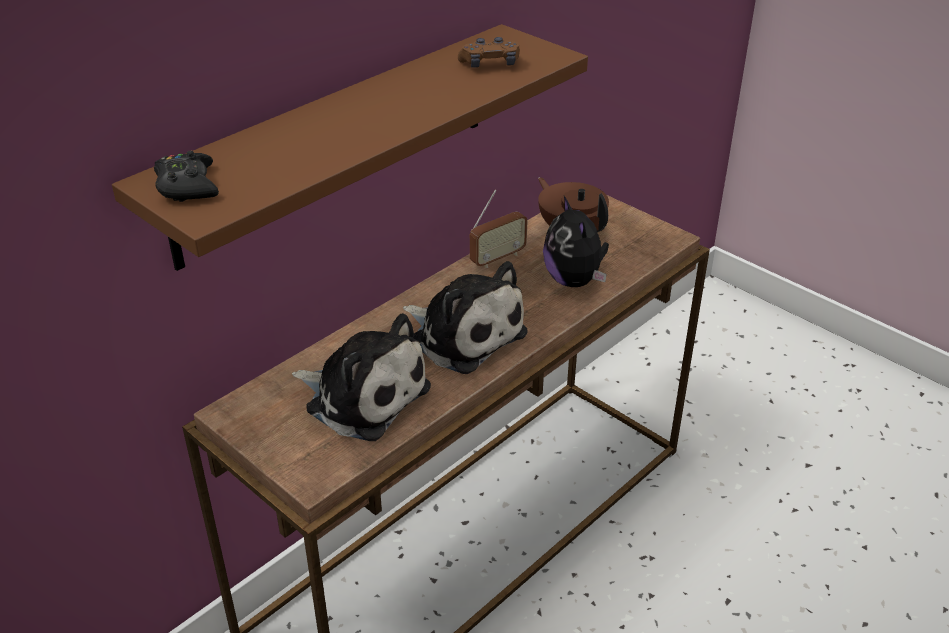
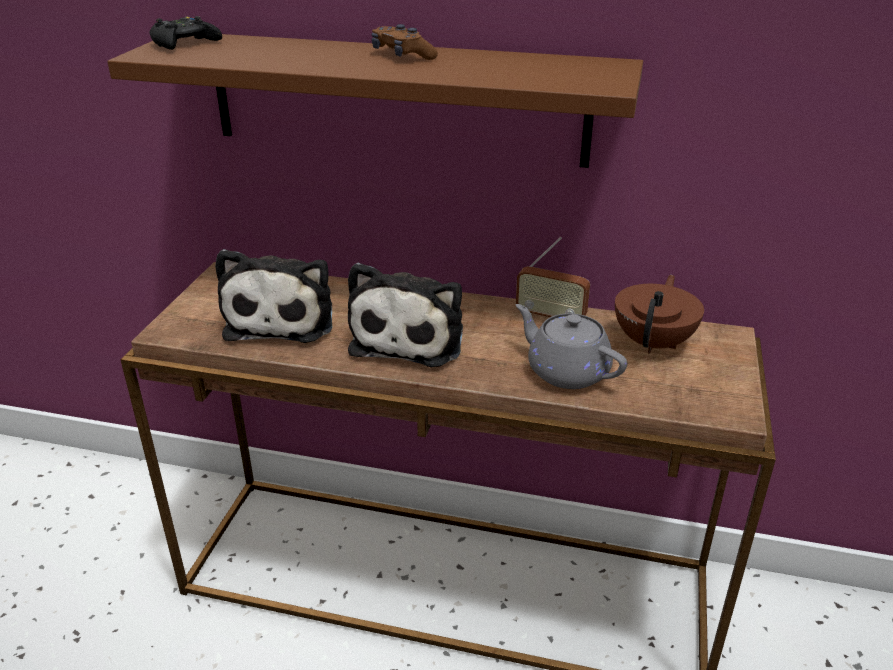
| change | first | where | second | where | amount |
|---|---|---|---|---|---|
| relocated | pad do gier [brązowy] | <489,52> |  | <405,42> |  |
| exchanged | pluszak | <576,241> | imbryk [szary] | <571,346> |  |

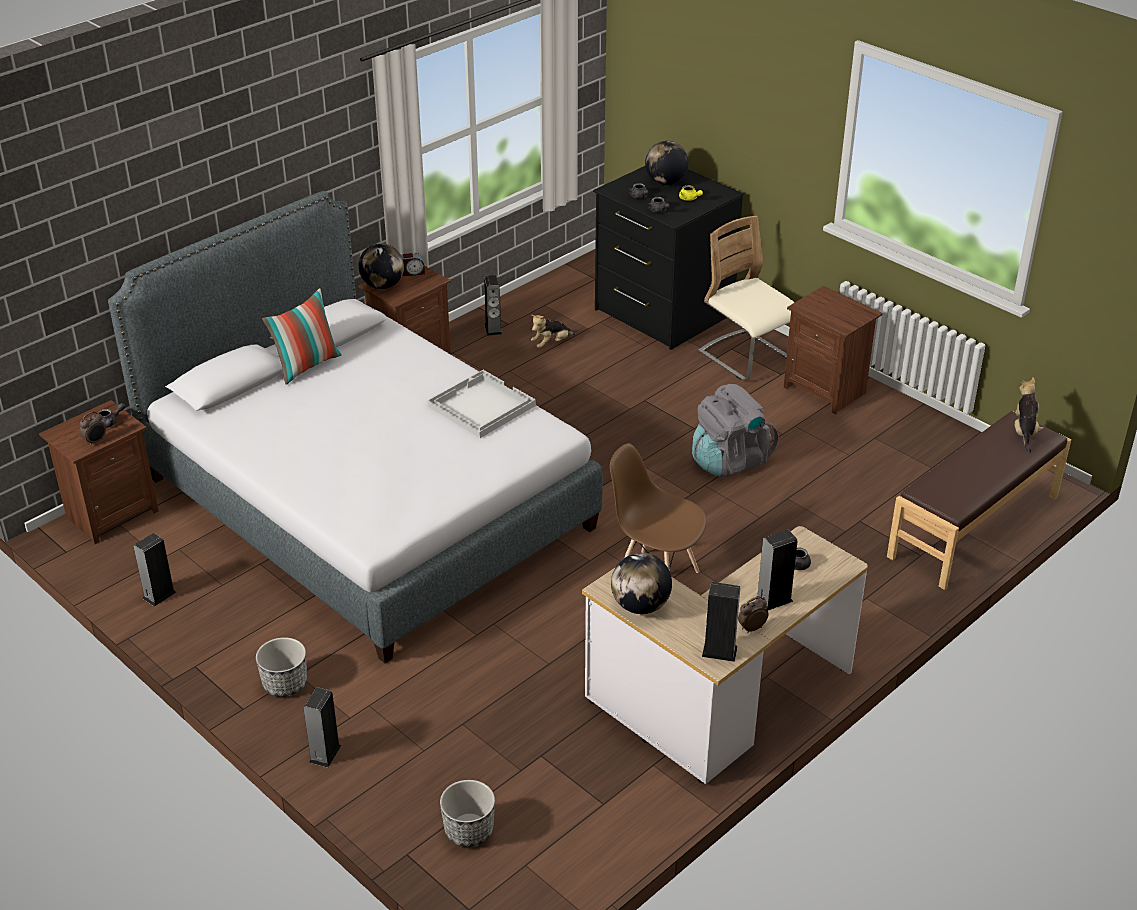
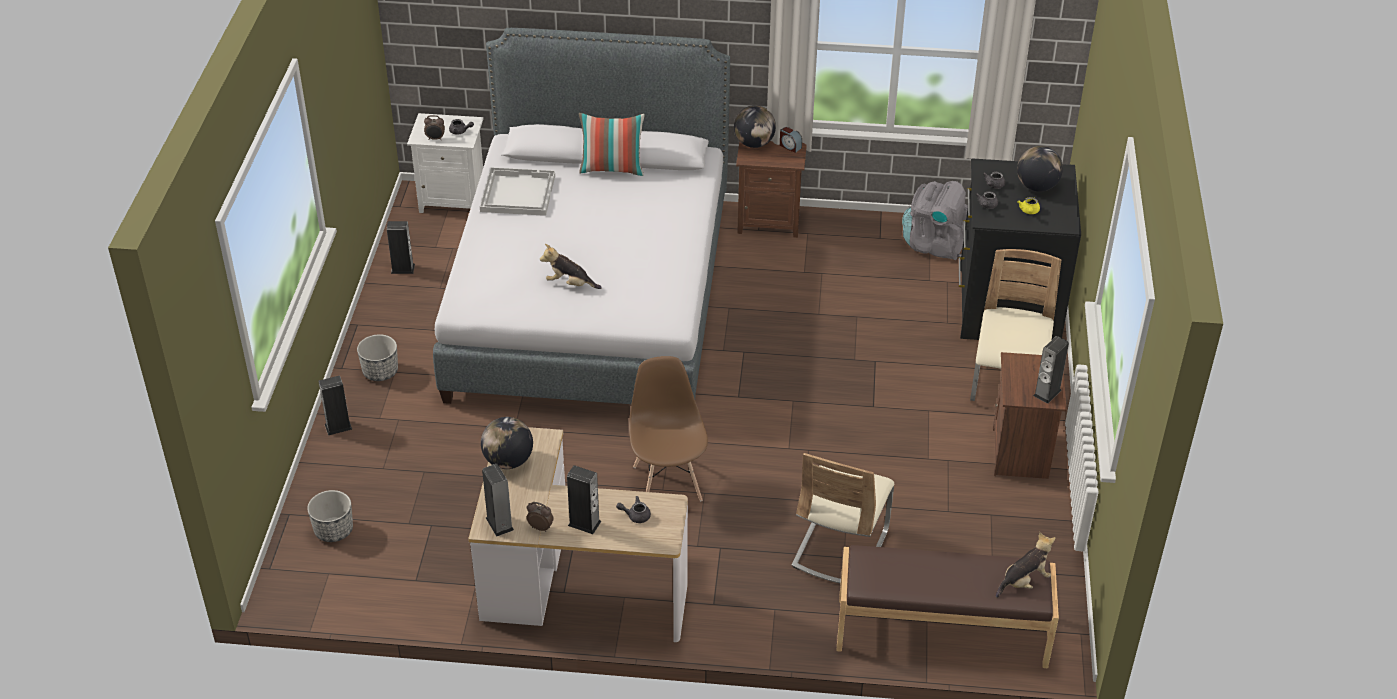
| change | first | where | second | where | amount |
|---|---|---|---|---|---|
| colour | szafka nocna [brązowy] | <99,472> | szafka nocna [biały] | <445,163> |  |
| relocated | taca [biały] | <481,404> |  | <517,191> |  |
| relocated | pluszak | <553,331> |  | <571,266> |  |
| appeared |  |  | krzesło [beżowy] | <842,518> |  |
| relocated | plecak [szary] | <735,430> |  | <935,220> |  |
| relocated | głośnik | <493,305> |  | <1051,370> |  |

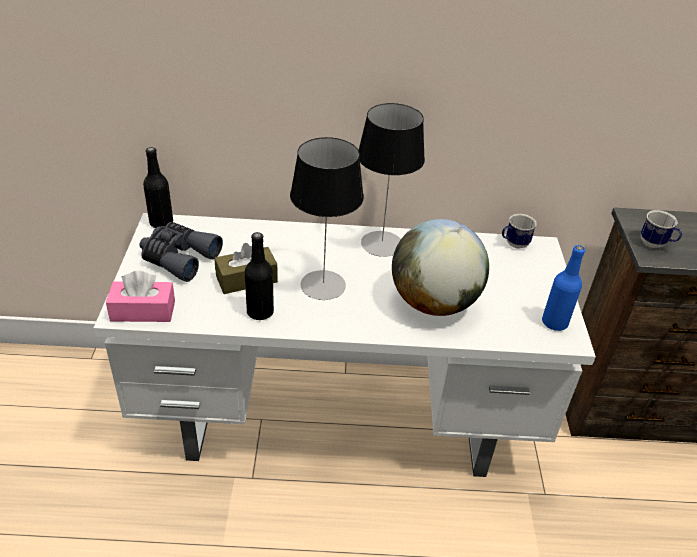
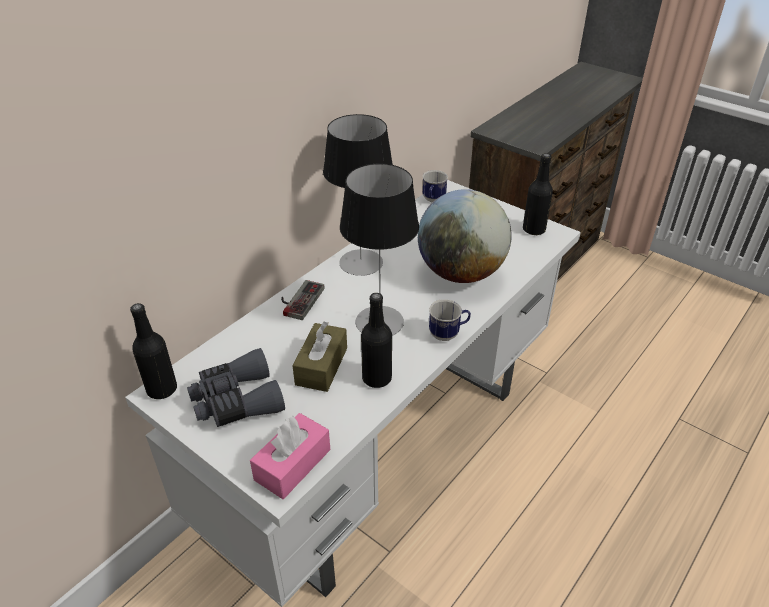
| change | first | where | second | where | amount |
|---|---|---|---|---|---|
| appeared |  |  | pad do gier | <303,300> |  |
| relocated | kubek | <661,229> |  | <450,320> |  |
| colour | butelka [niebieski] | <563,288> | butelka [czarny] | <538,194> |  |

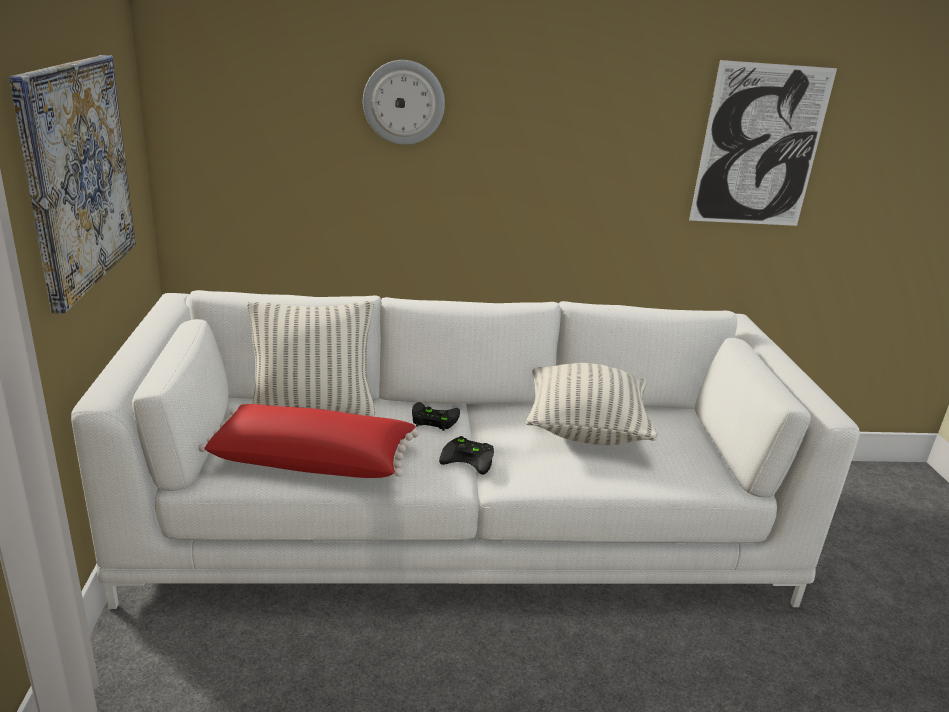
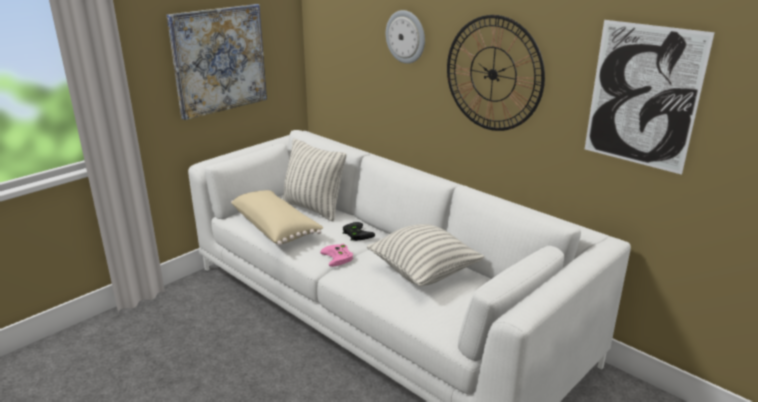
| change | first | where | second | where | amount |
|---|---|---|---|---|---|
| colour | poduszka [czerwony] | <309,441> | poduszka [beżowy] | <277,218> |  |
| colour | pad do gier [czarny] | <466,455> | pad do gier [różowy] | <336,255> |  |
| appeared |  |  | zegar ścienny | <496,73> |  |

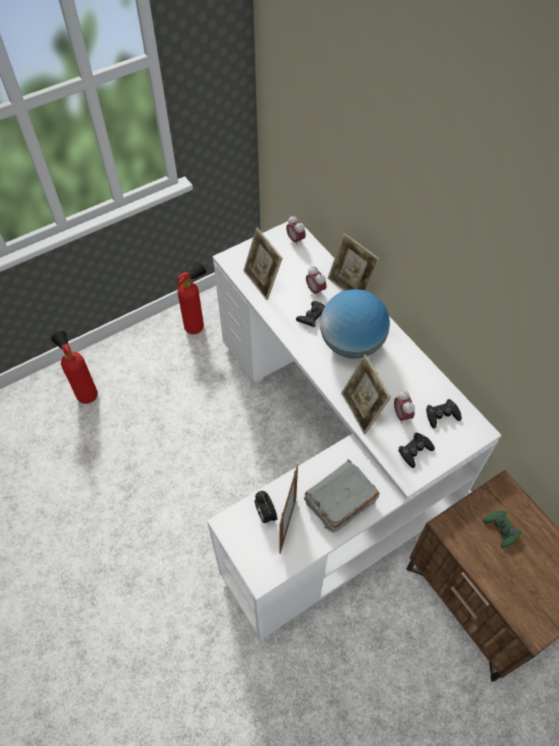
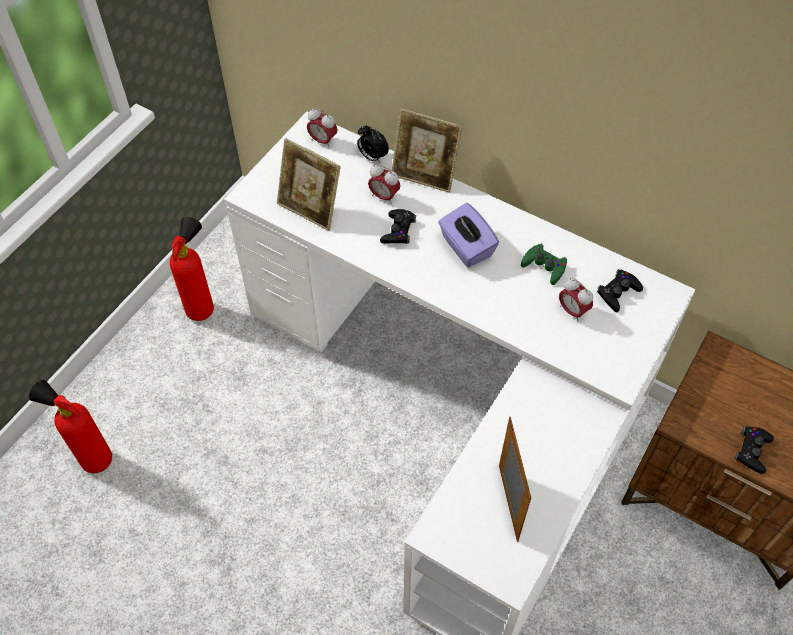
| change | first | where | second | where | amount |
|---|---|---|---|---|---|
| relocated | budzik | <265,507> |  | <373,144> |  |
| exchanged | globus | <355,324> | pudełko chusteczek [fioletowy] | <468,235> |  |
| relocated | pad do gier [zielony] | <502,529> |  | <544,264> |  |
| relocated | pad do gier [czarny] | <416,450> |  | <754,450> |  |
| missing | książka [szary] | <341,495> |  |  |  |
| missing | ramka na zdjęcie | <366,395> |  |  |  |

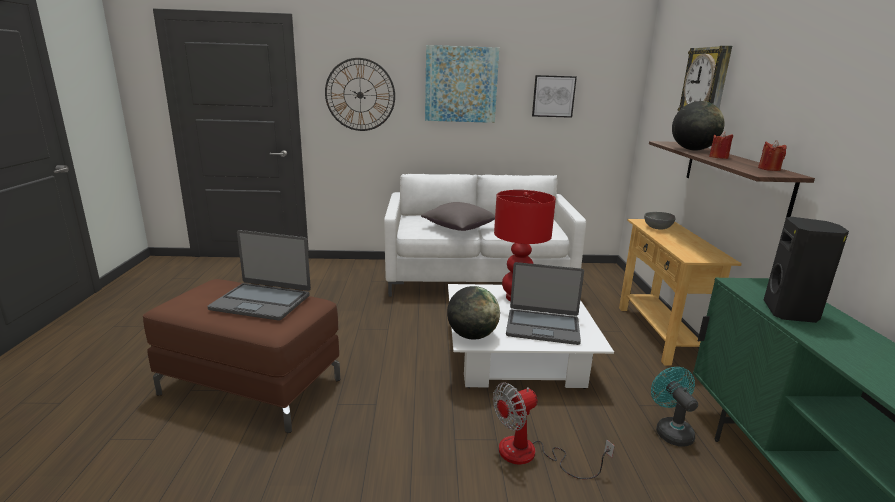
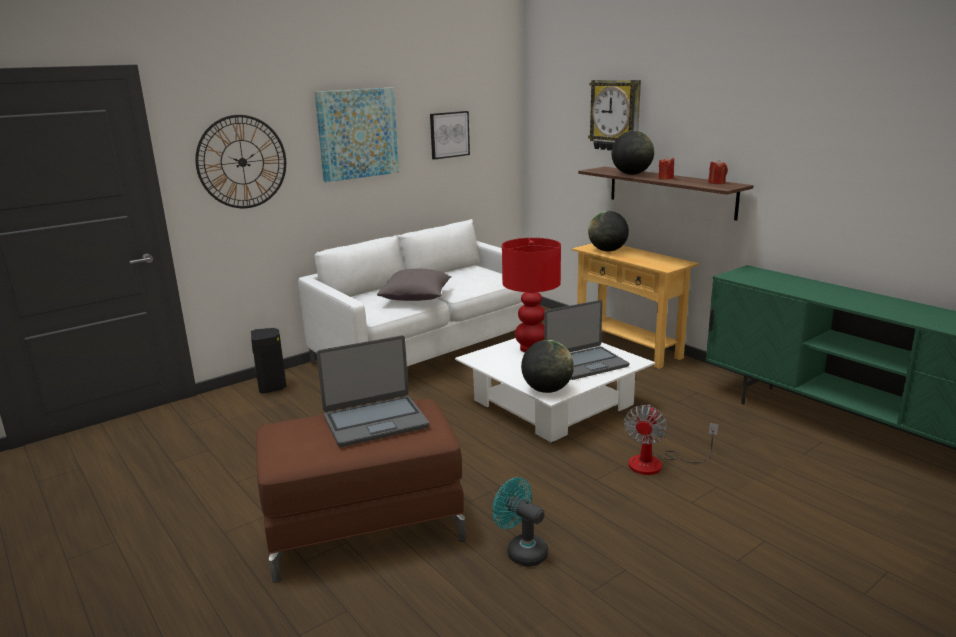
| change | first | where | second | where | amount |
|---|---|---|---|---|---|
| relocated | głośnik [czarny] | <806,270> |  | <268,361> |  |
| relocated | wentylator [turkusowy] | <674,406> |  | <520,522> |  |
| exchanged | miska [szary] | <660,221> | globus | <608,231> |  |

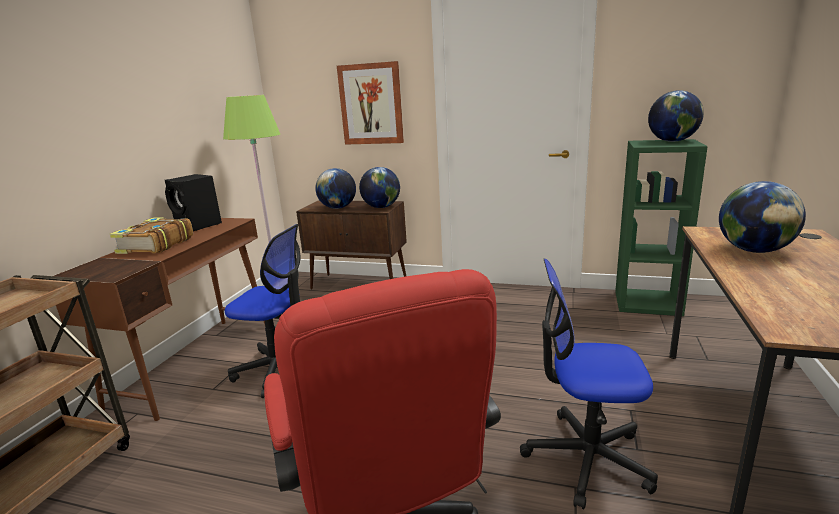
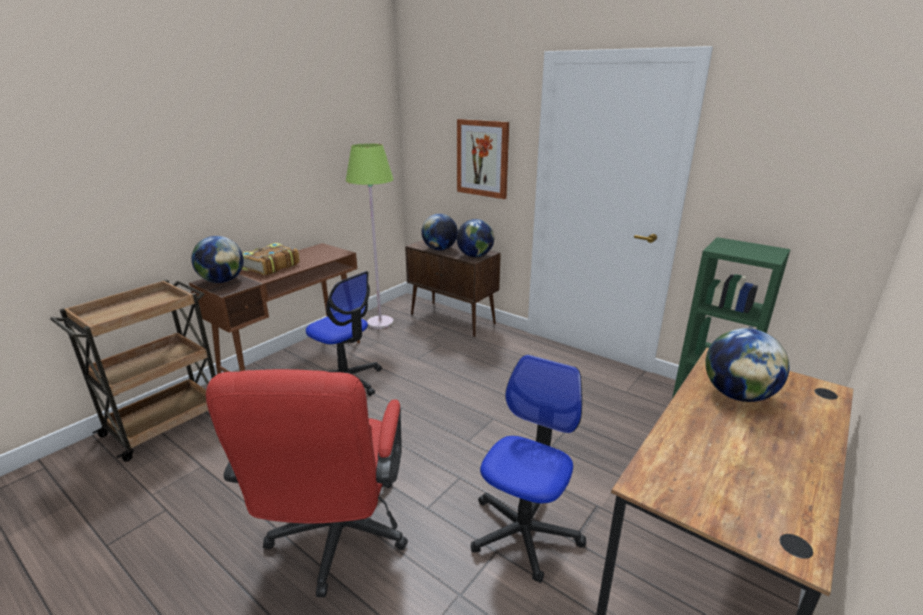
| change | first | where | second | where | amount |
|---|---|---|---|---|---|
| relocated | globus | <676,116> |  | <217,259> |  |
| spun | krzesło biurowe | <589,384> |  | <528,469> | 90 degrees clockwise |
| missing | głośnik [czarny] | <193,202> |  |  |  |

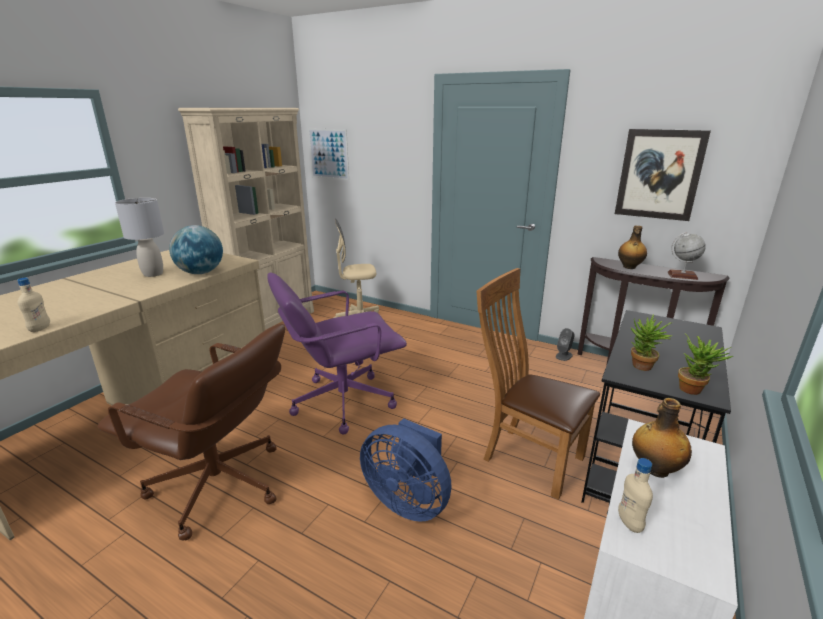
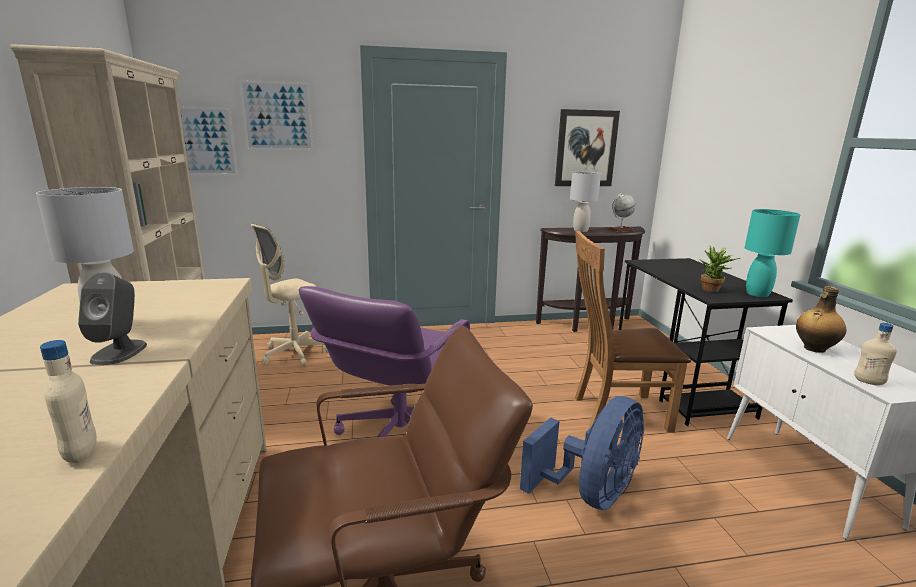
| change | first | where | second | where | amount |
|---|---|---|---|---|---|
| relocated | głośnik [szary] | <565,344> |  | <112,318> |  |
| appeared |  |  | obraz | <276,115> |  |
| spun | wentylator [niebieski] | <406,470> |  | <582,453> | 45 degrees counterclockwise |
| exchanged | butelka | <632,247> | lampa stołowa [szary] | <585,202> |  |
| exchanged | roślina doniczkowa | <705,364> | lampa stołowa [turkusowy] | <772,253> |  |
| missing | globus | <196,249> |  |  |  |

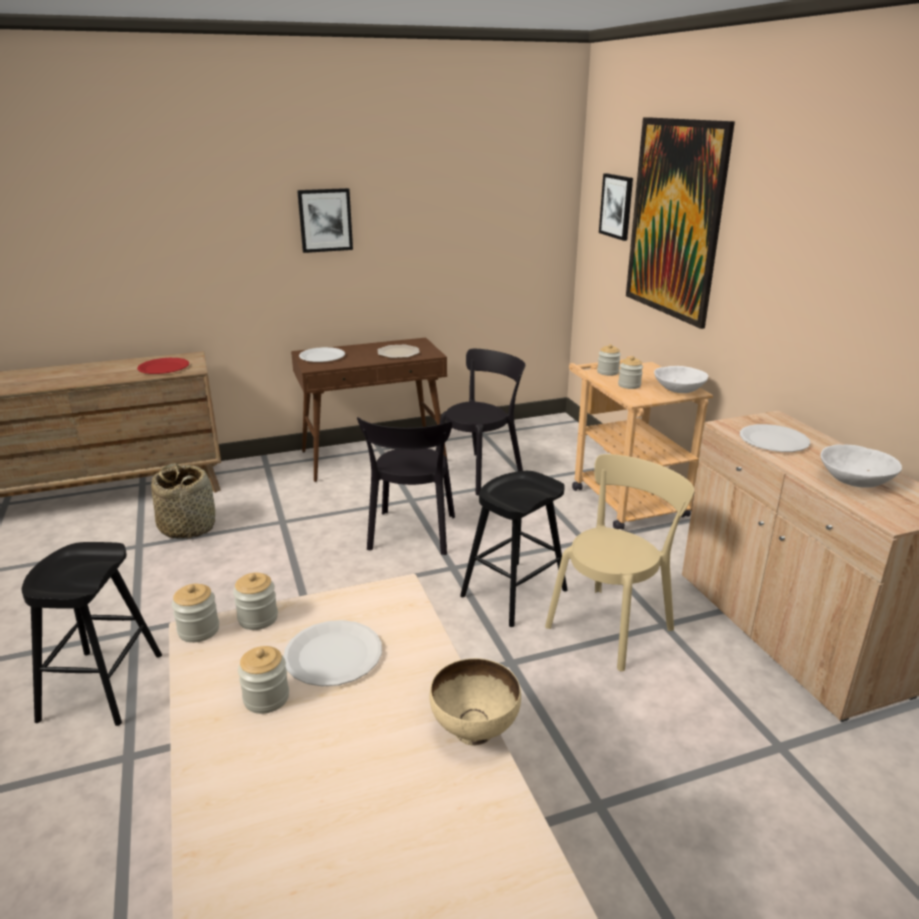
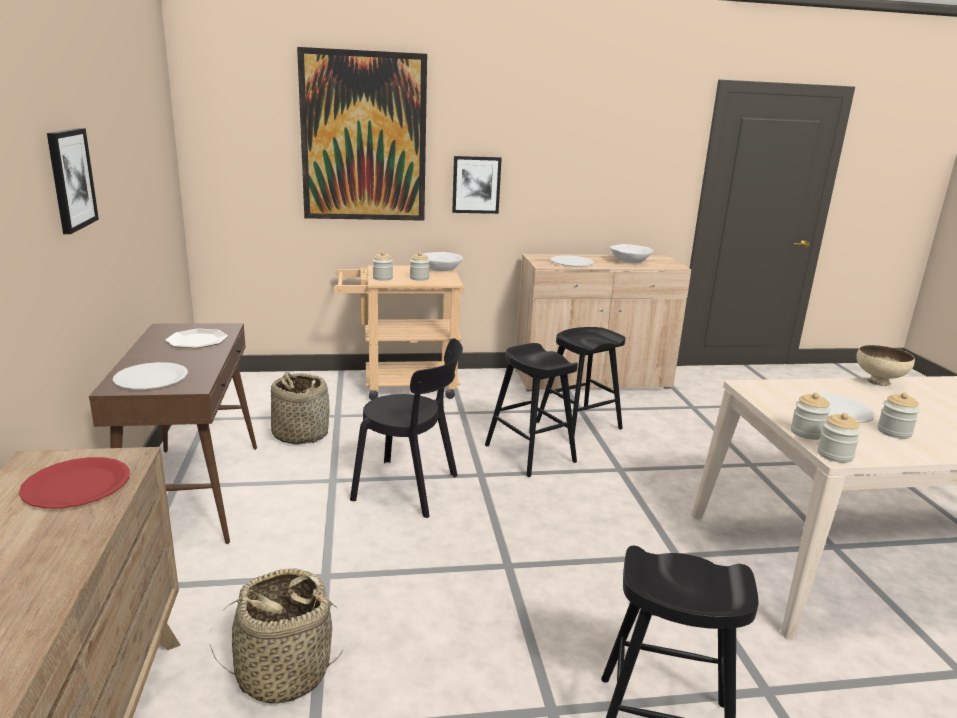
| change | first | where | second | where | amount |
|---|---|---|---|---|---|
| exchanged | krzesło [czarny] | <480,422> | koszyk | <300,408> |  |
| relocated | obraz | <616,207> |  | <477,185> |  |
| exchanged | krzesło [beżowy] | <619,563> | stołek [czarny] | <581,385> |  |

